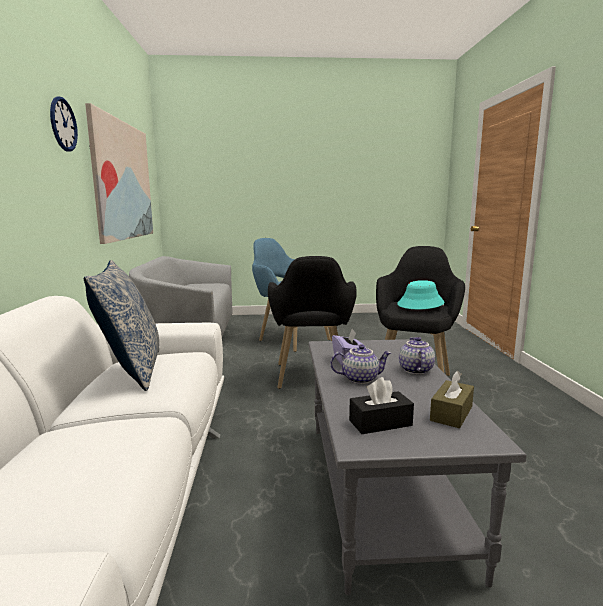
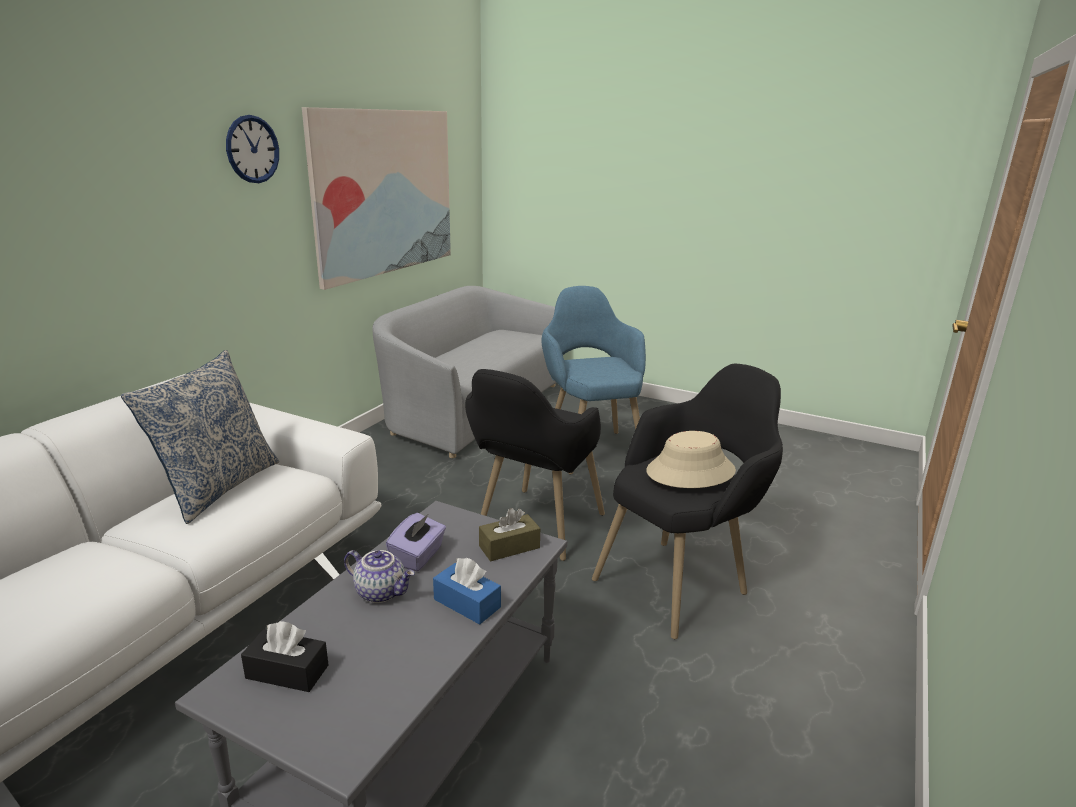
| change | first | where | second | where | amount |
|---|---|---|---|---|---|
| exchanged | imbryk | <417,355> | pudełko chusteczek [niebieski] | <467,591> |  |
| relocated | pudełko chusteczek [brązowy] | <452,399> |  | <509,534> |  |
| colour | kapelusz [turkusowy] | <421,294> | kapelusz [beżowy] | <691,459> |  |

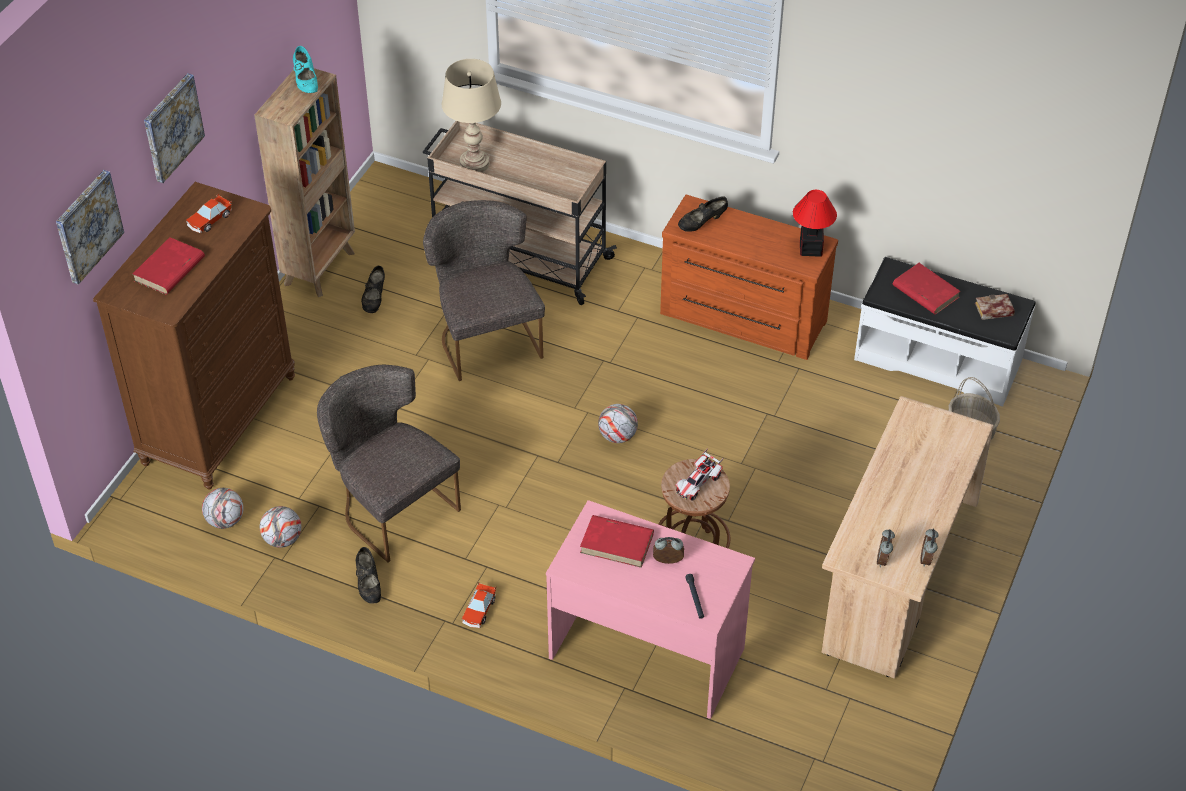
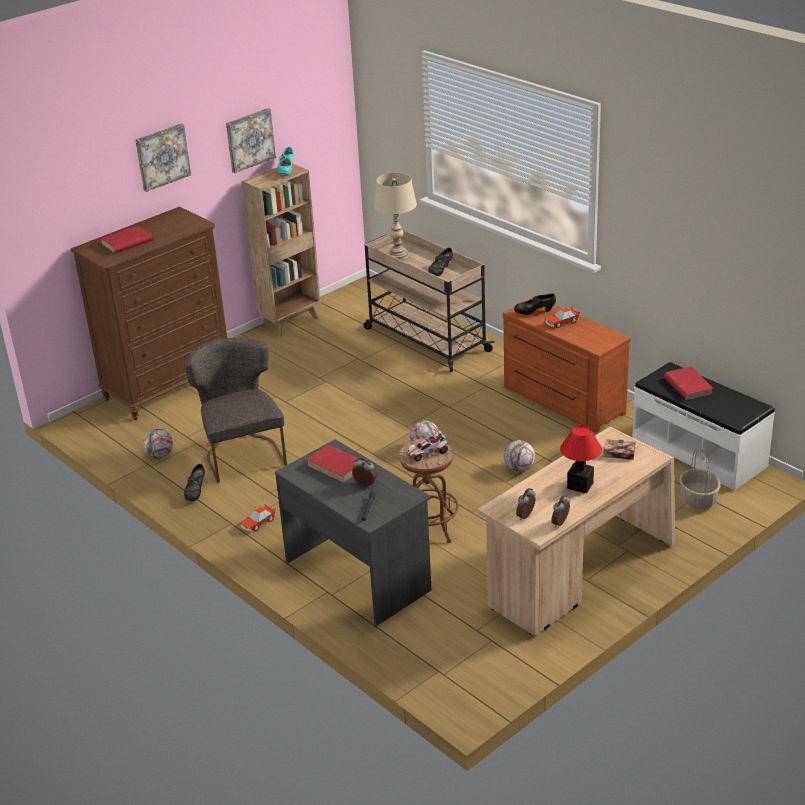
| change | first | where | second | where | amount |
|---|---|---|---|---|---|
| relocated | obraz | <90,227> |  | <251,140> |  |
| colour | biurko [różowy] | <650,609> | biurko [szary] | <353,532> |  |
| relocated | but [czarny] | <373,289> |  | <440,262> |  |
| relocated | piłka futbolowa | <223,508> |  | <519,455> |  |
| relocated | samochodzik | <209,213> |  | <562,317> |  |
| relocated | lampa stołowa | <815,223> |  | <581,459> |  |
| relocated | książka | <995,307> |  | <620,449> |  |
| missing | krzesło [szary] | <484,290> |  |  |  |

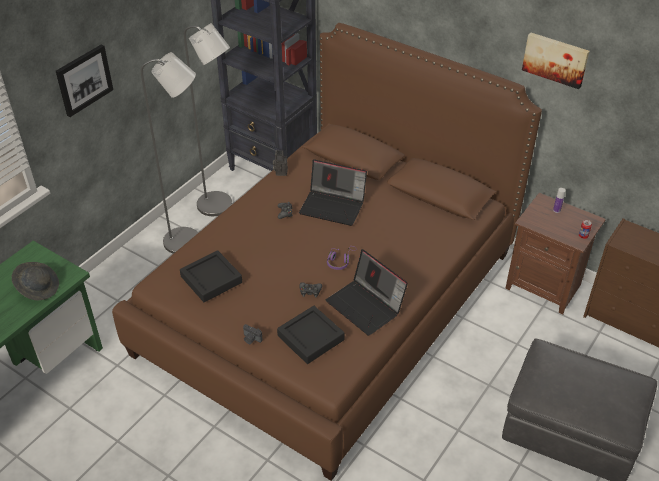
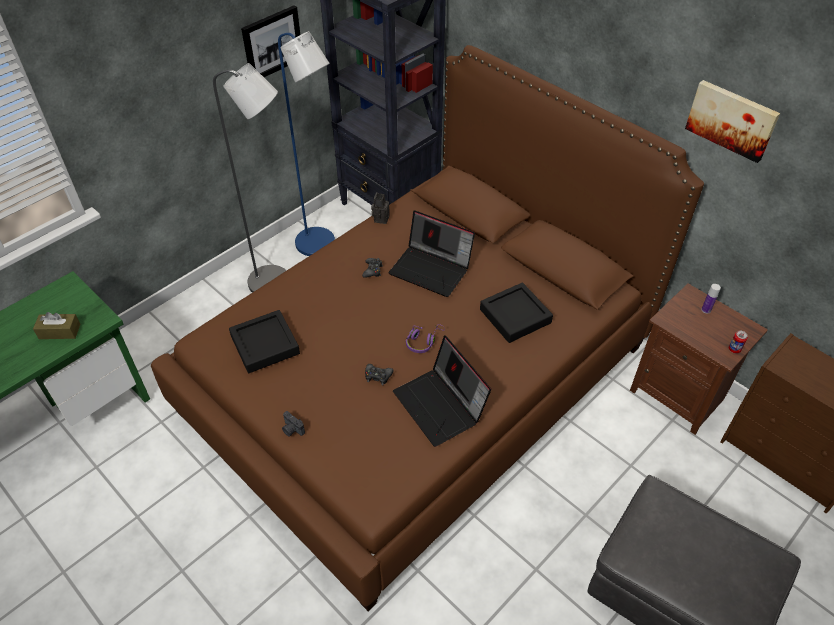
| change | first | where | second | where | amount |
|---|---|---|---|---|---|
| exchanged | kapelusz [szary] | <35,281> | pudełko chusteczek [brązowy] | <56,325> |  |
| relocated | obraz | <84,80> |  | <270,41> |  |
| colour | lampa stojąca [szary] | <208,119> | lampa stojąca [niebieski] | <306,143> |  |
| relocated | taca [czarny] | <311,335> |  | <516,313> |  |

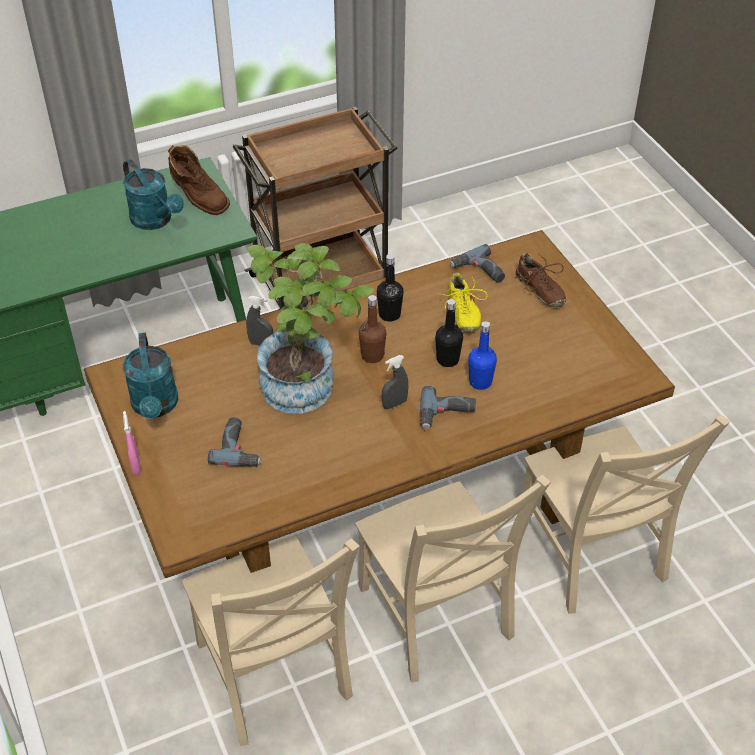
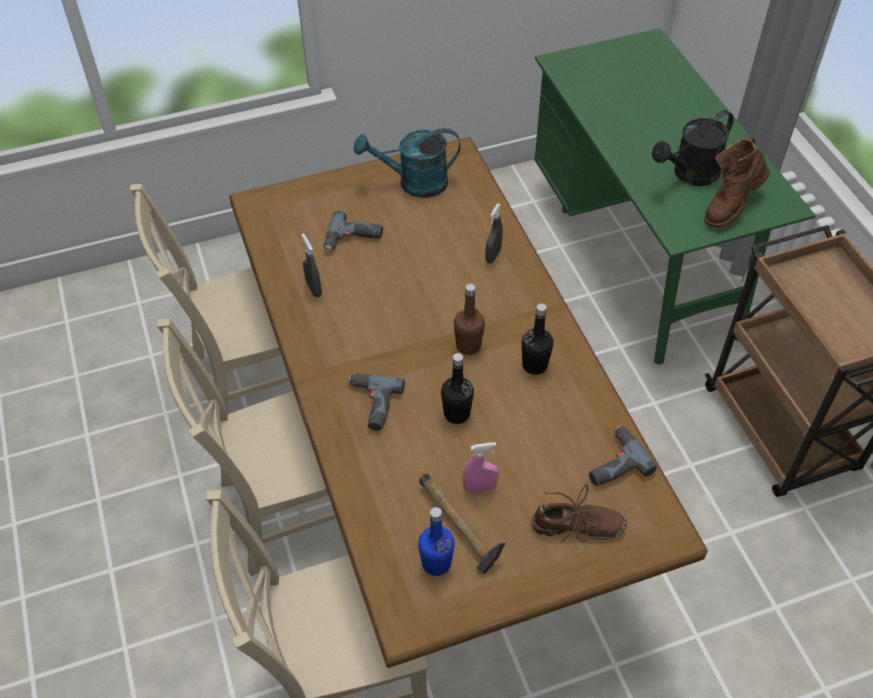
| change | first | where | second | where | amount |
|---|---|---|---|---|---|
| relocated | spryskiwacz [szary] | <395,382> |  | <312,265> |  |
| relocated | butelka [niebieski] | <482,355> |  | <436,541> |  |
| appeared |  |  | młotek | <462,524> |  |
| relocated | spryskiwacz [różowy] | <132,443> |  | <481,467> |  |
| spun | but [brązowy] | <540,280> |  | <579,514> | 150 degrees counterclockwise |
| colour | konewka [turkusowy] | <153,194> | konewka [czarny] | <693,148> |  |
| missing | roślina doniczkowa | <310,328> |  |  |  |
| missing | but [żółty] | <463,302> |  |  |  |

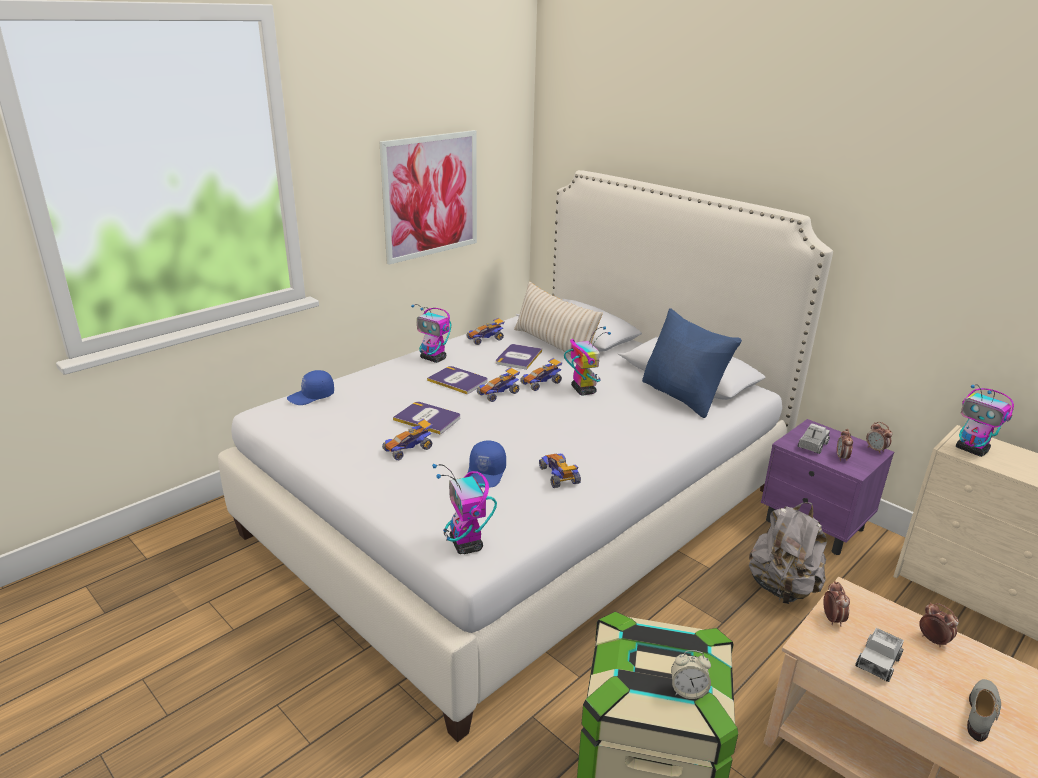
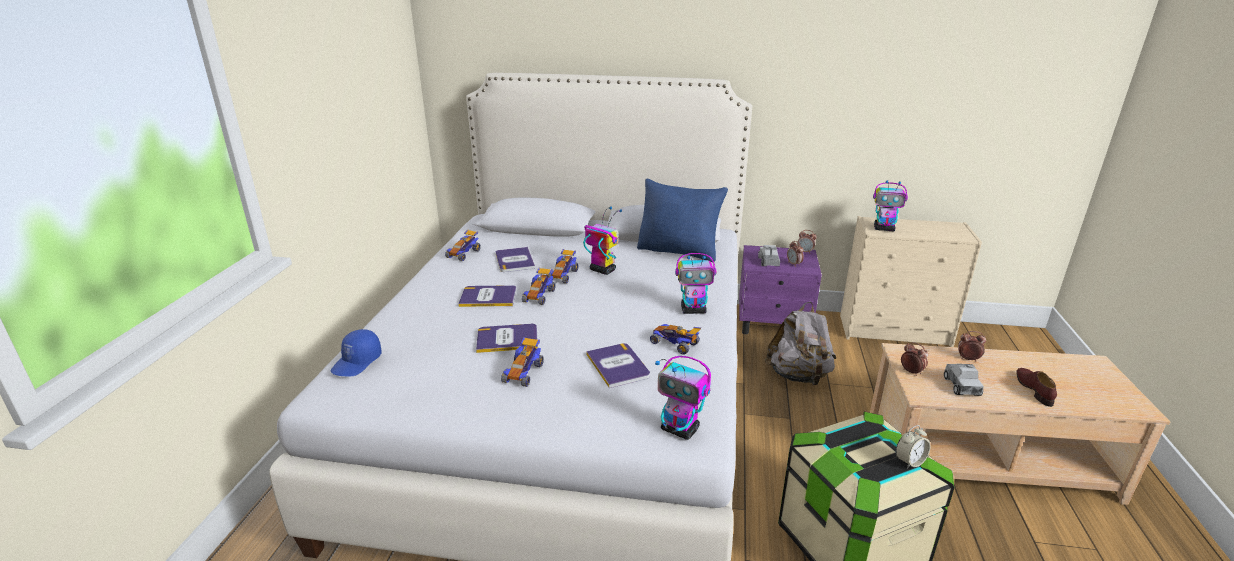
| change | first | where | second | where | amount |
|---|---|---|---|---|---|
| exchanged | czapka z daszkiem [niebieski] | <487,464> | książka | <618,365> |  |
| relocated | robot zabawkowy | <431,333> |  | <695,283> |  |
| colour | but [szary] | <984,710> | but [brązowy] | <1036,387> |  |
| missing | obraz | <428,197> |  |  |  |
| missing | poduszka [beżowy] | <558,318> |  |  |  |

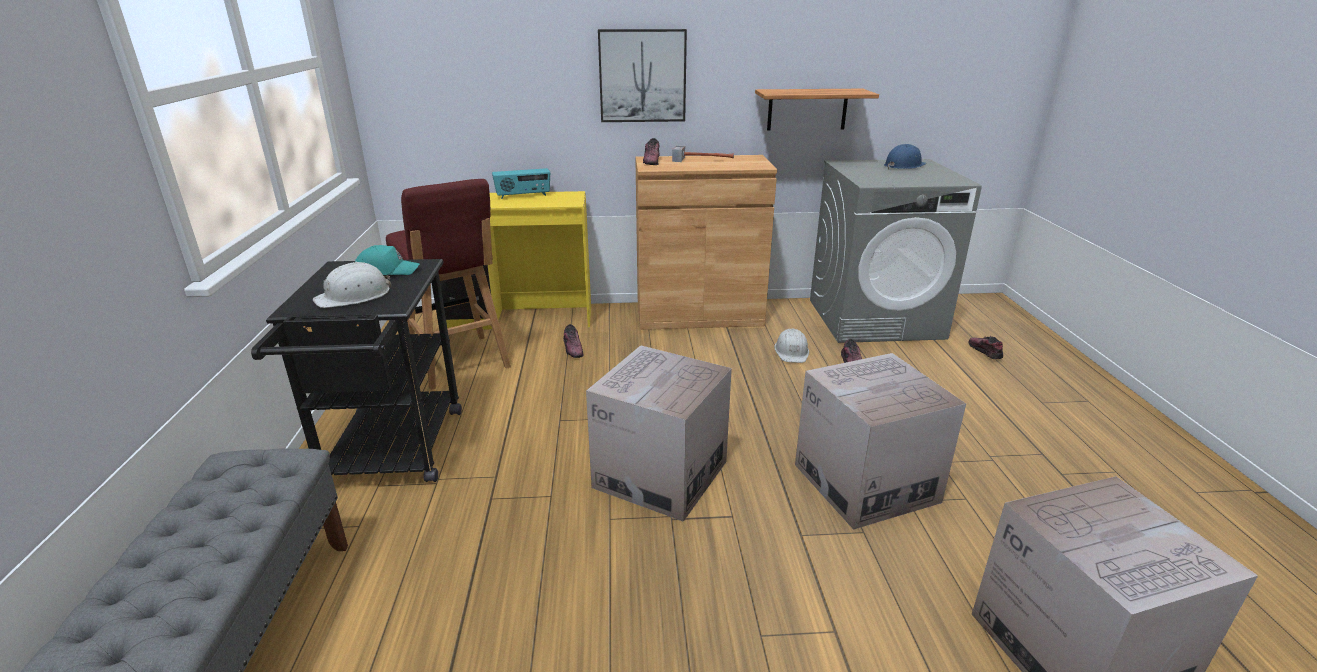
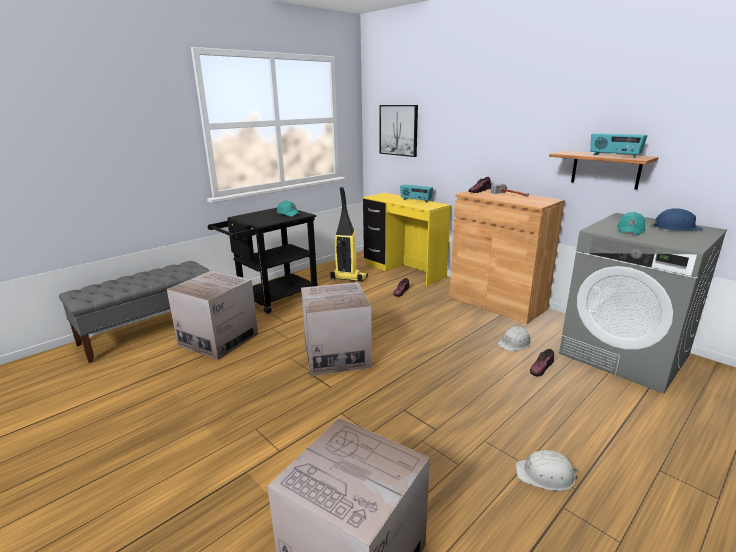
| change | first | where | second | where | amount |
|---|---|---|---|---|---|
| relocated | karton | <880,441> |  | <212,315> |  |
| exchanged | stołek [czerwony] | <448,284> | odkurzacz | <349,234> |  |
| relocated | obraz | <642,75> |  | <398,131> |  |
| relocated | kask [biały] | <352,285> |  | <547,470> |  |
| appeared |  |  | radio | <618,145> |  |
| appeared |  |  | czapka z daszkiem [turkusowy] | <631,223> |  |
| missing | but | <986,347> |  |  |  |

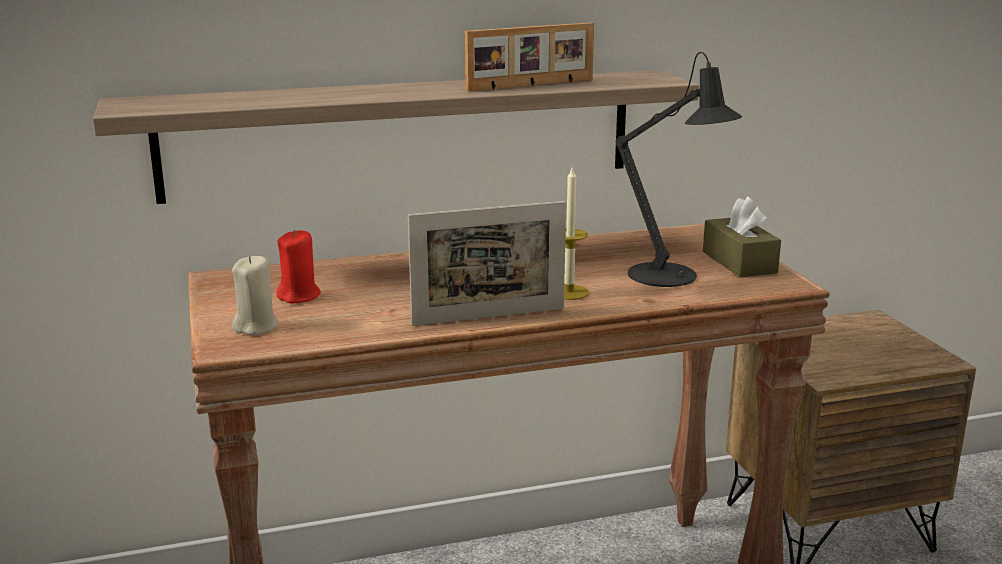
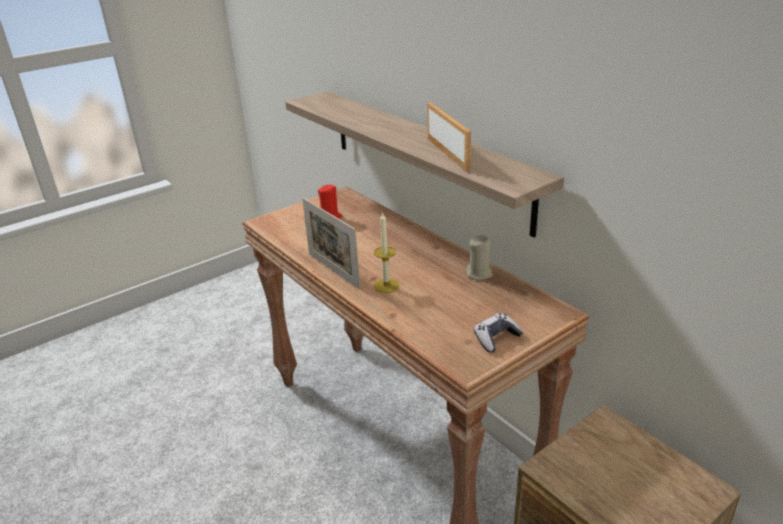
| change | first | where | second | where | amount |
|---|---|---|---|---|---|
| spun | ramka na zdjęcie | <529,57> |  | <449,137> | 150 degrees counterclockwise |
| relocated | świeca [beżowy] | <255,295> |  | <480,258> |  |
| exchanged | pudełko chusteczek [brązowy] | <742,237> | pad do gier | <498,333> |  |
| missing | lampa stołowa [czarny] | <679,169> |  |  |  |

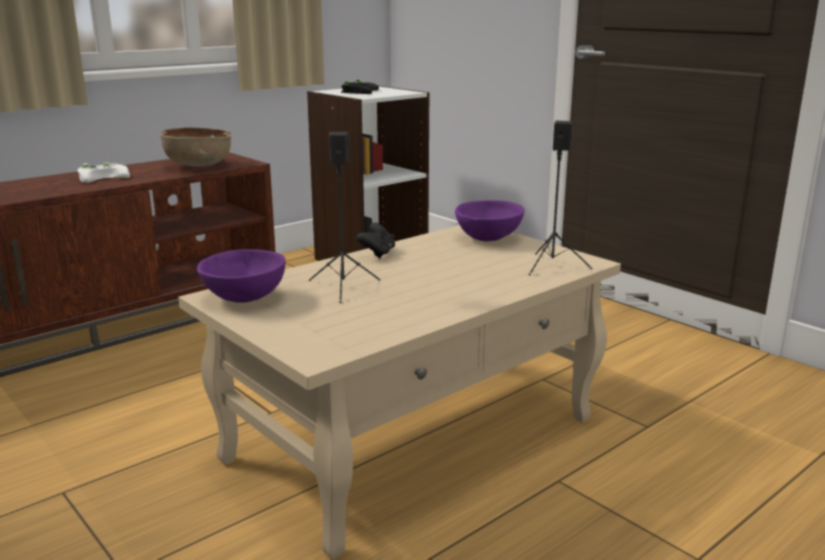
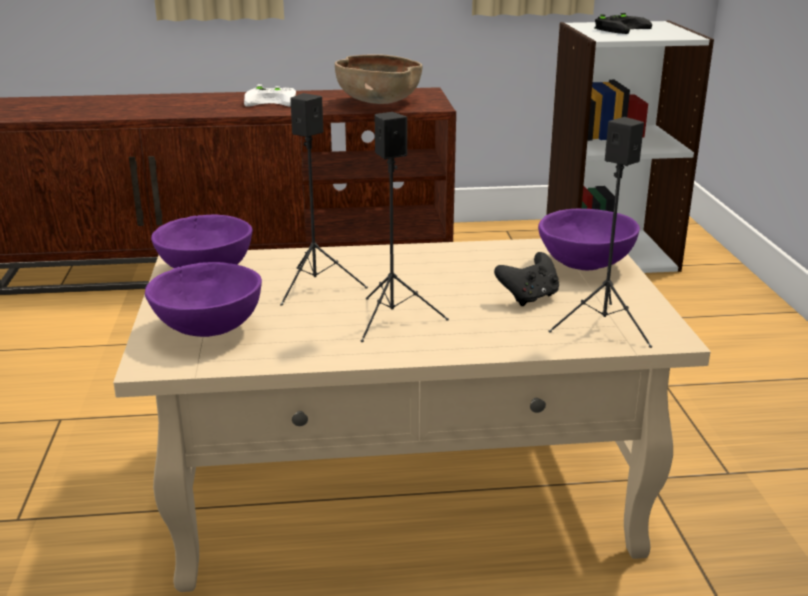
| change | first | where | second | where | amount |
|---|---|---|---|---|---|
| appeared |  |  | miska [fioletowy] | <203,299> |  |
| appeared |  |  | głośnik [czarny] | <405,227> |  |
| relocated | pad do gier [czarny] | <376,240> |  | <526,279> |  |

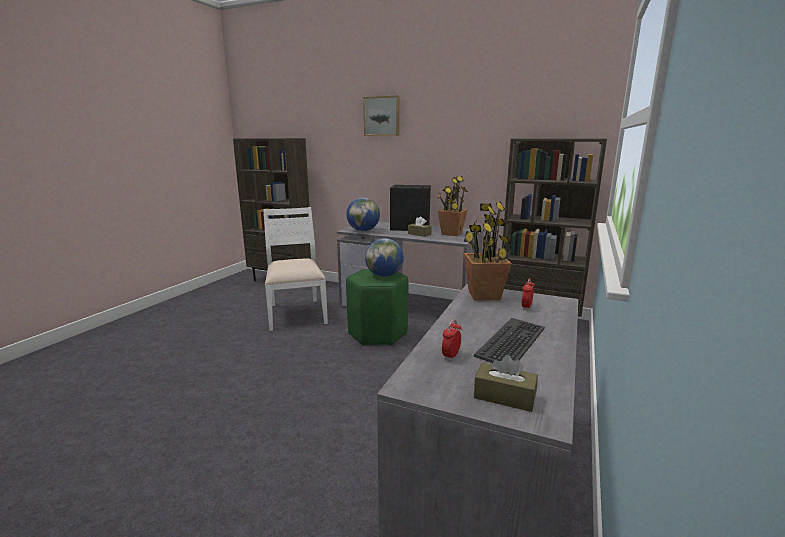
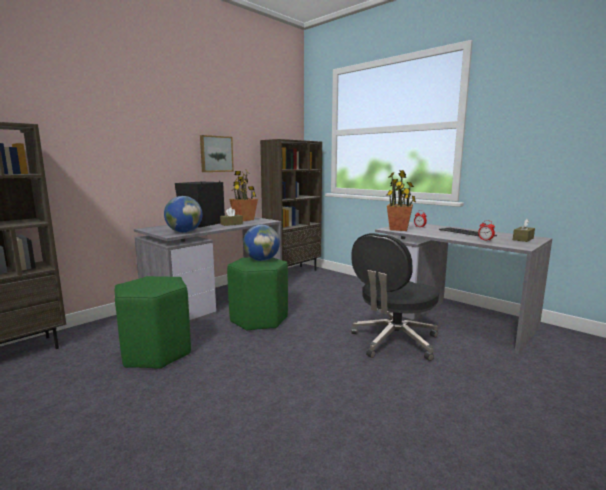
| change | first | where | second | where | amount |
|---|---|---|---|---|---|
| exchanged | krzesło [biały] | <295,269> | stołek [zielony] | <153,322> |  |
| relocated | obraz | <381,116> |  | <217,153> |  |
| appeared |  |  | krzesło biurowe [czarny] | <395,297> |  |

